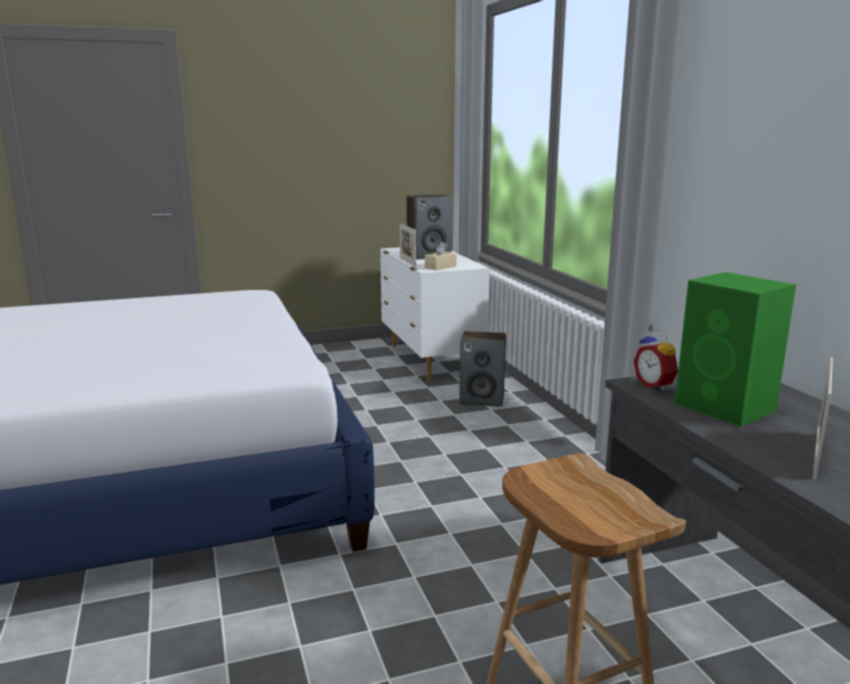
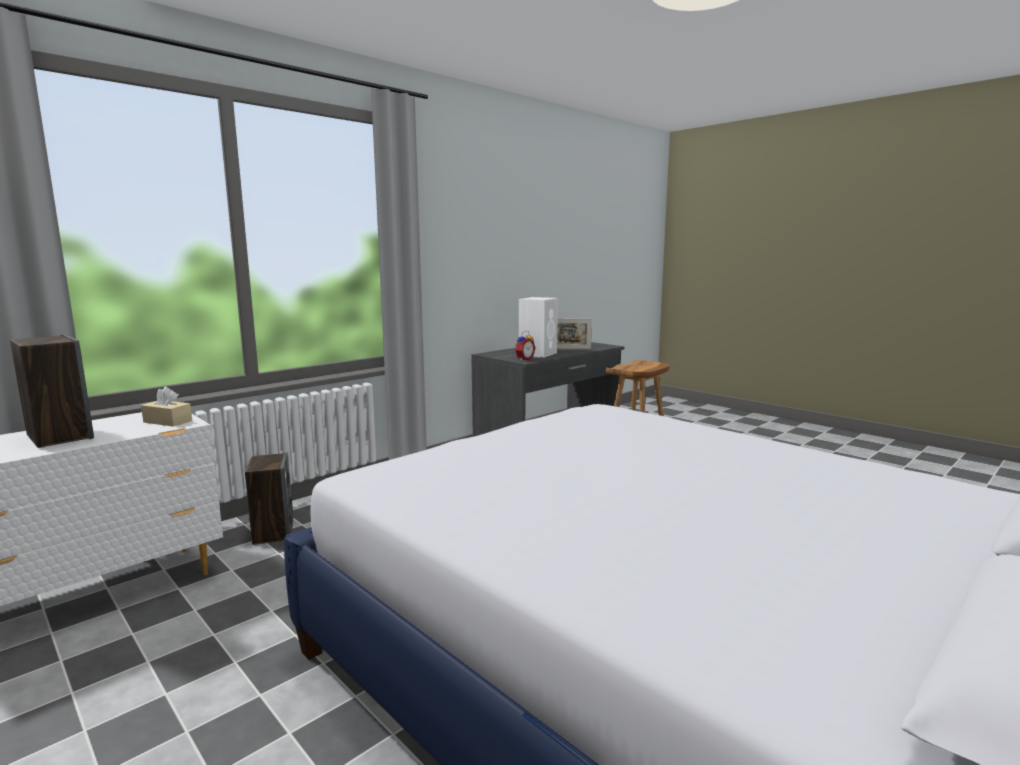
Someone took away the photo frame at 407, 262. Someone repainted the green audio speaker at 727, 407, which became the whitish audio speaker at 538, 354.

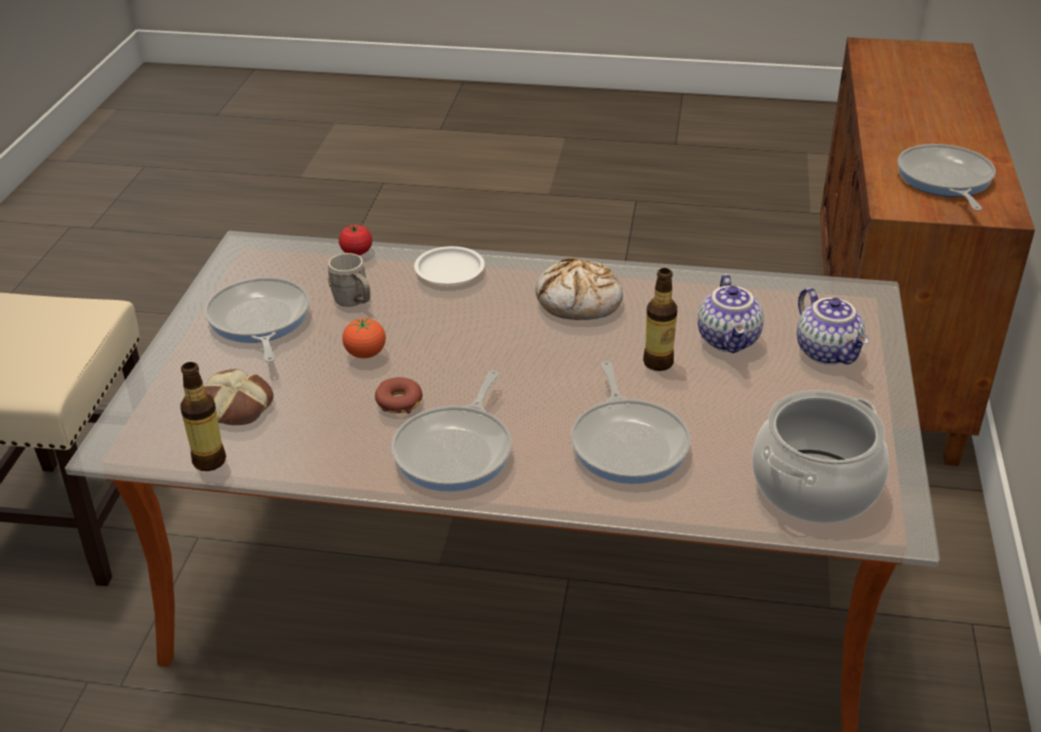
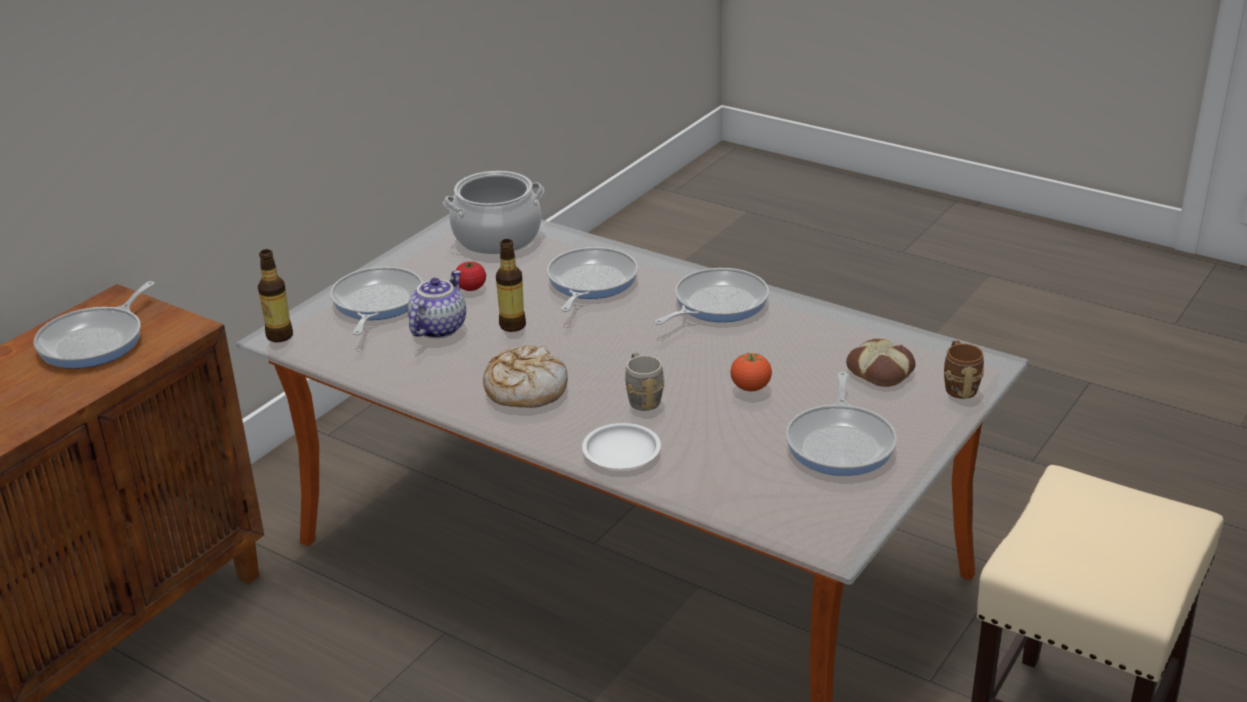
Someone carried the beverage bottle from 209, 461 to 280, 336. Someone carried the greyish coffee mug from 354, 302 to 642, 398. Someone carried the whole tomato from 356, 252 to 471, 287. Someone took away the ring doughnut at 399, 402. Someone swapped the pot for tea at 828, 352 for the skillet at 376, 303. Someone put down the brownish coffee mug at 959, 386.

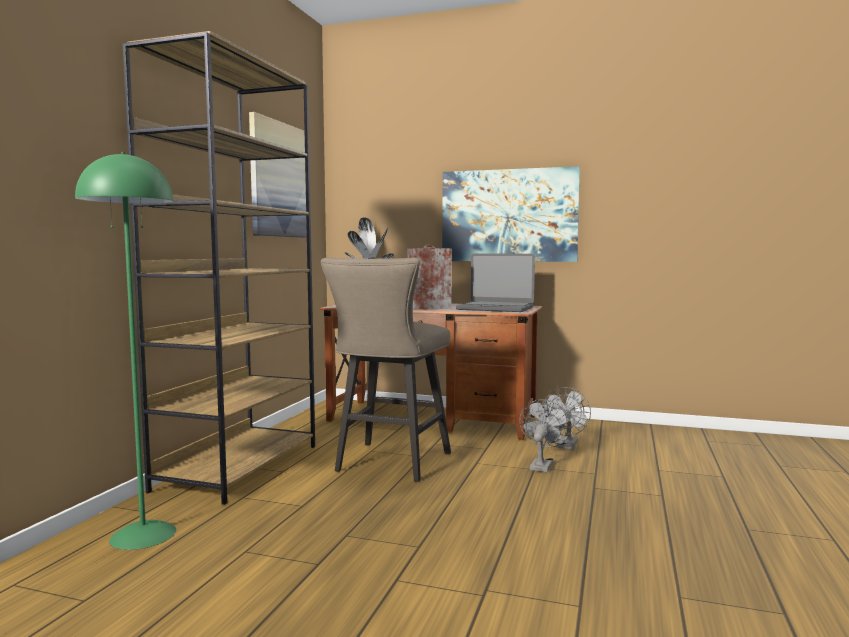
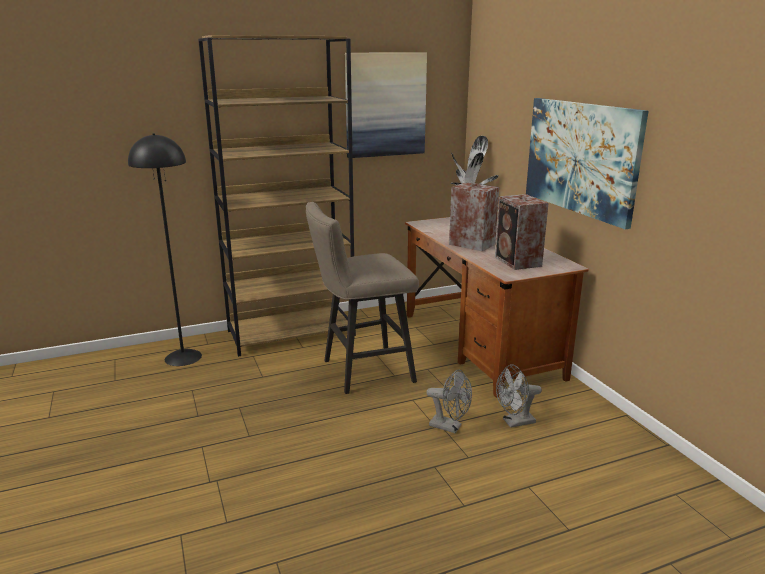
Someone repainted the green floor lamp at 143, 535, which became the blackish floor lamp at 183, 357. Someone swapped the portable computer at 495, 308 for the audio speaker at 518, 262. Someone rotated the greyish electric fan at 542, 465 by 45 degrees clockwise.

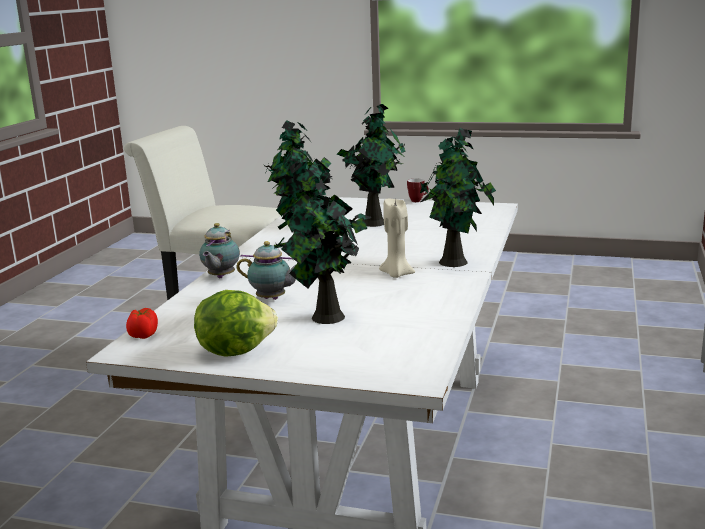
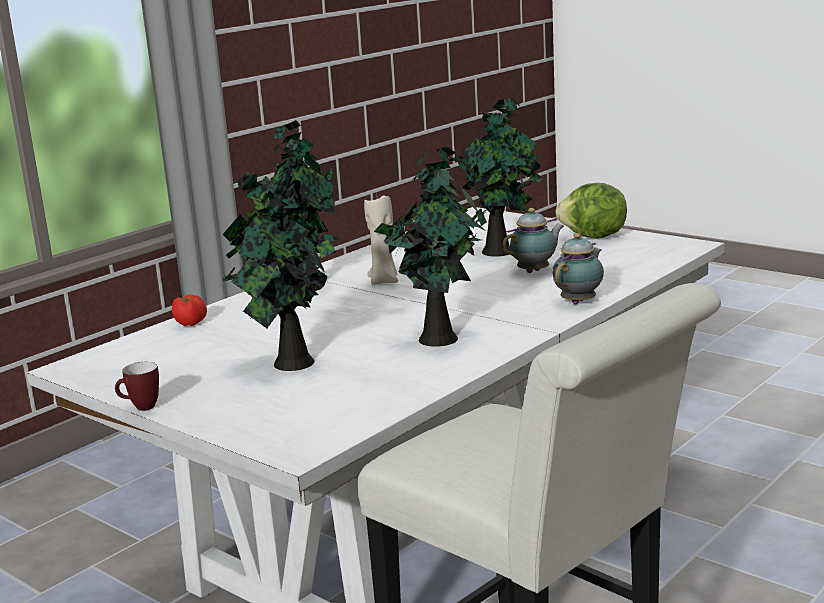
Someone carried the whole tomato from 143, 335 to 191, 323. Someone rotated the pot for tea at 273, 299 by 105 degrees clockwise.

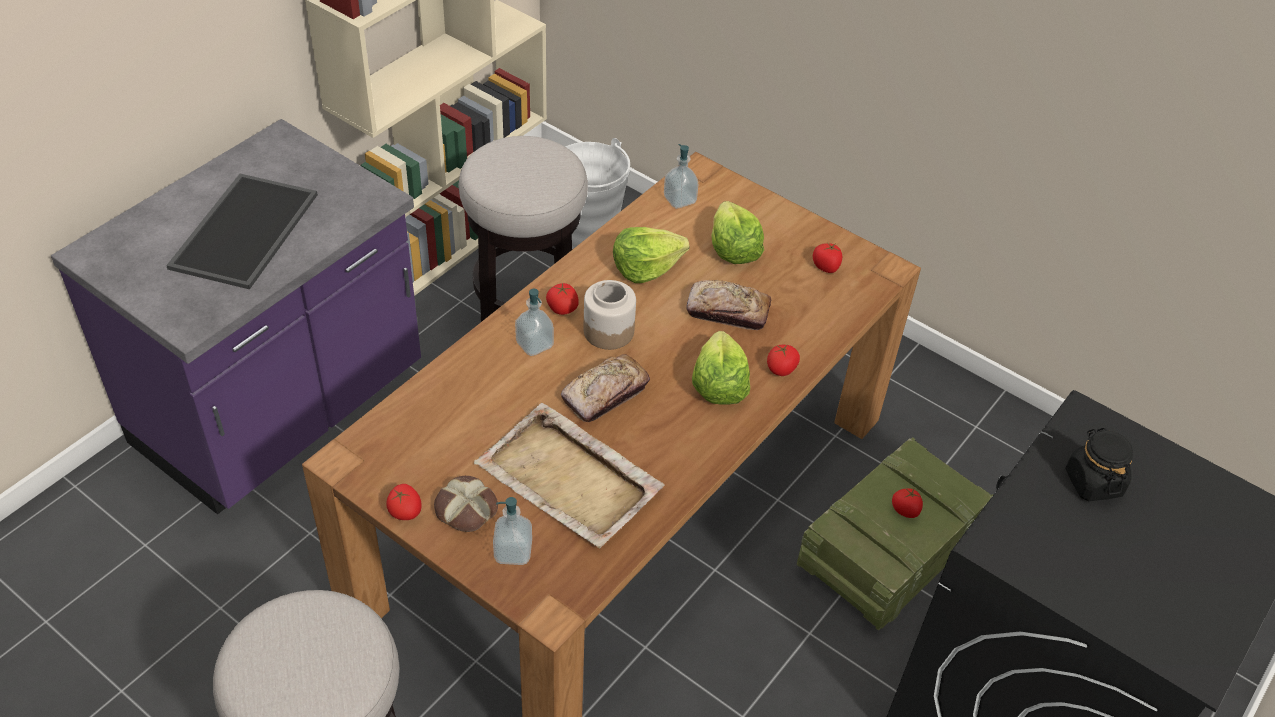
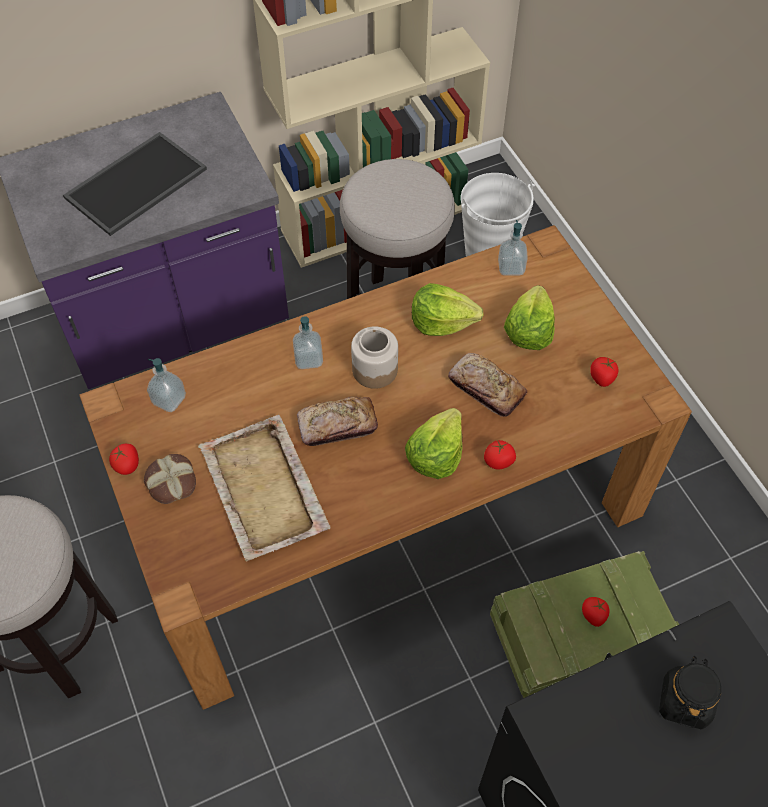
Someone carried the soap dispenser from 513, 552 to 169, 400. Someone took away the whole tomato at 562, 309.

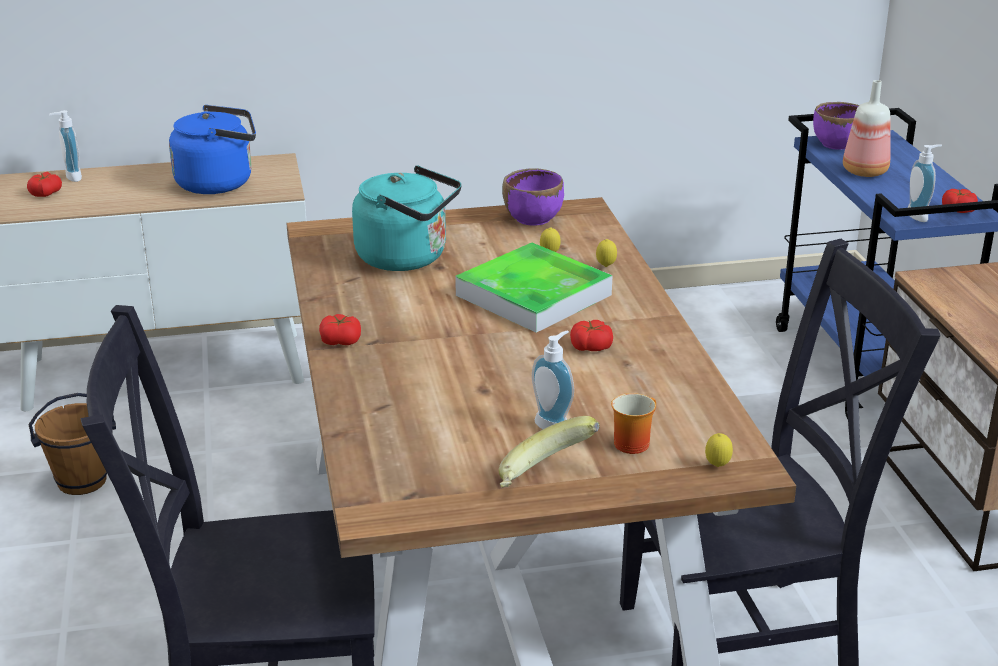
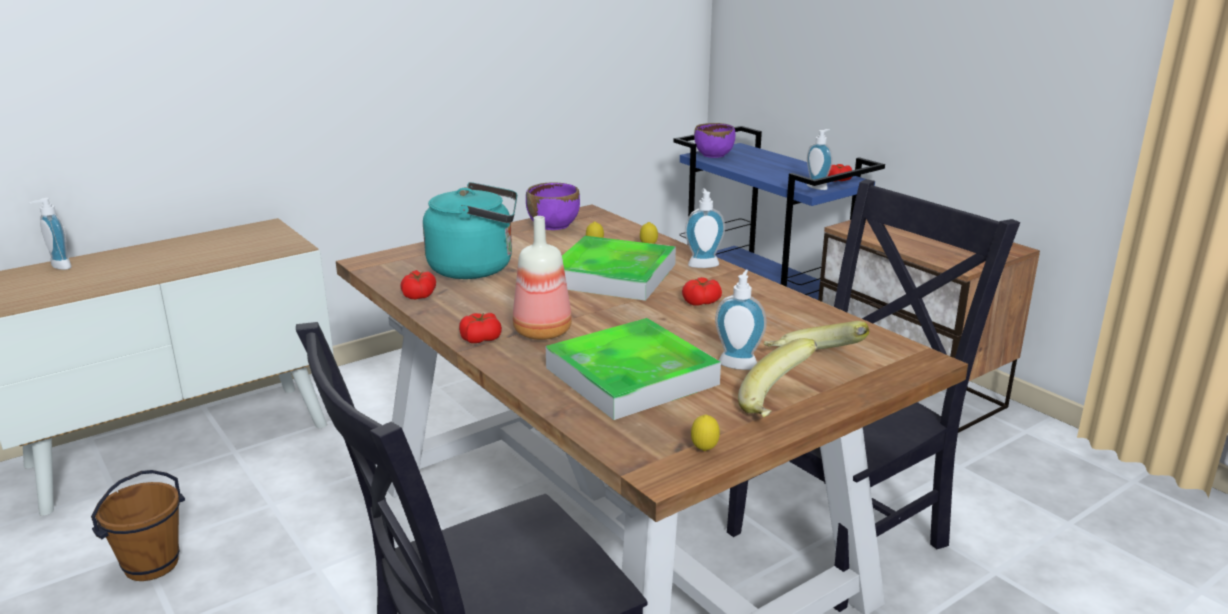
Someone carried the whole tomato from 45, 193 to 419, 295. Someone took away the blue-coloured kettle at 219, 183. Someone swapped the coffee mug at 631, 441 for the whole banana at 813, 361. Someone carried the citrus fruit from 717, 466 to 704, 450. Someone carried the beverage bottle from 865, 172 to 543, 333. Someone put down the carrying tray at 631, 376. Someone put down the soap dispenser at 702, 264.

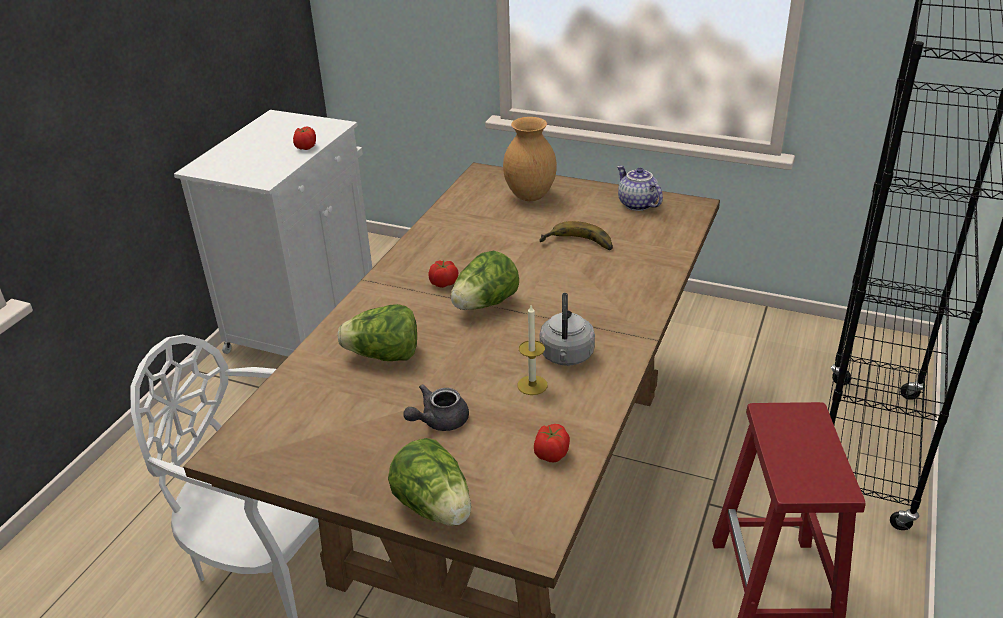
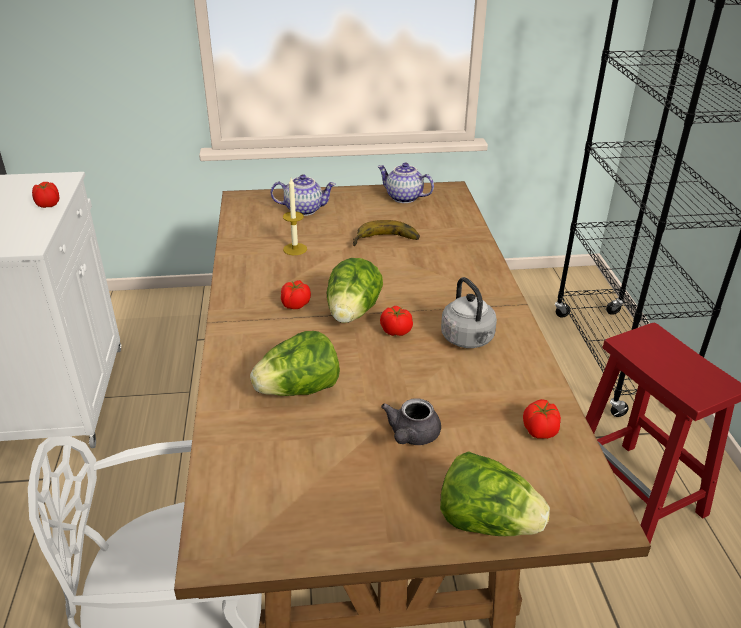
Someone swapped the brownish flower vase at 529, 196 for the pot for tea at 304, 209. Someone carried the wax candle from 532, 385 to 295, 249. Someone put down the whole tomato at 396, 331.

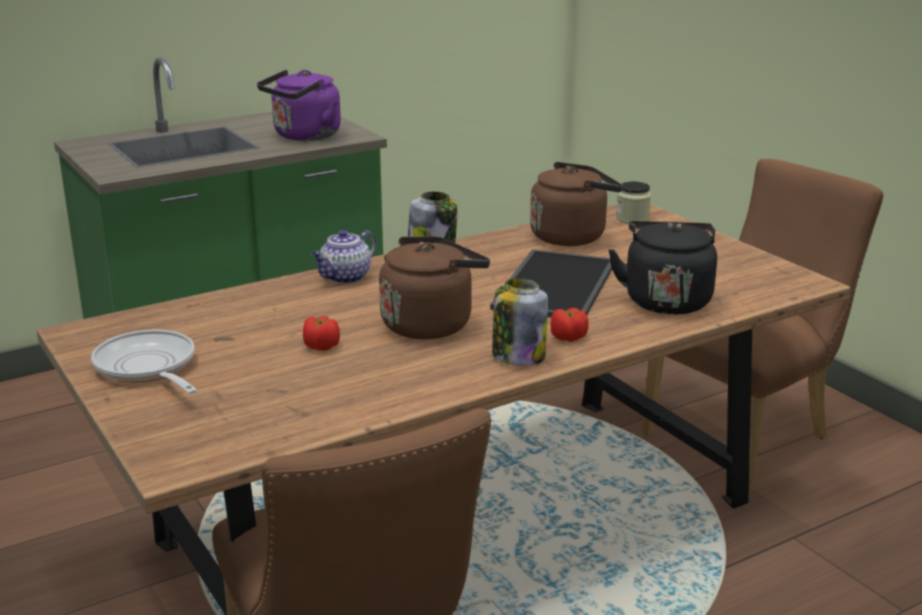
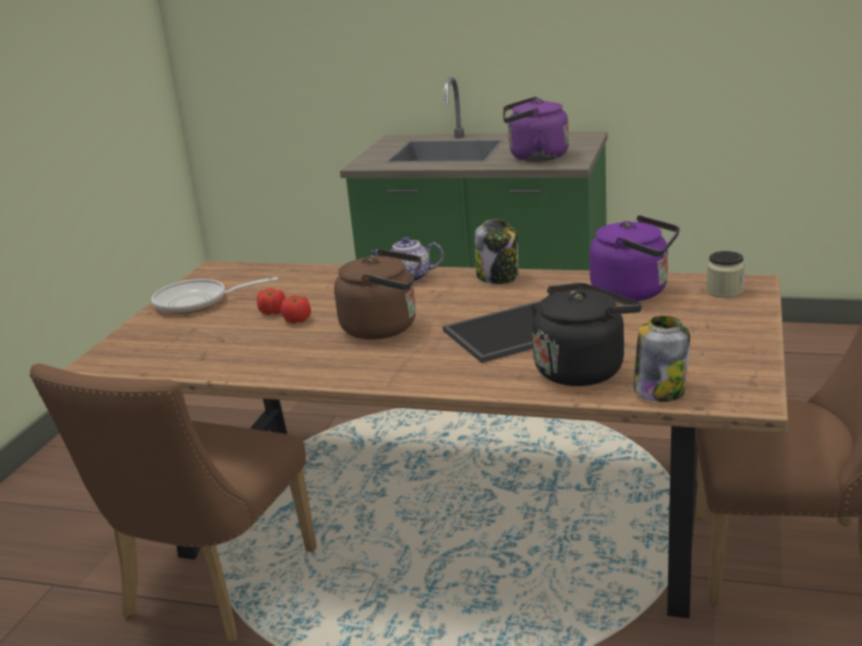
Someone rotated the skillet at 148, 368 by 105 degrees counterclockwise. Someone carried the storage jar from 517, 356 to 660, 390. Someone repainted the brownish kettle at 571, 236, which became the purple kettle at 634, 292. Someone carried the whole tomato from 568, 337 to 273, 312.

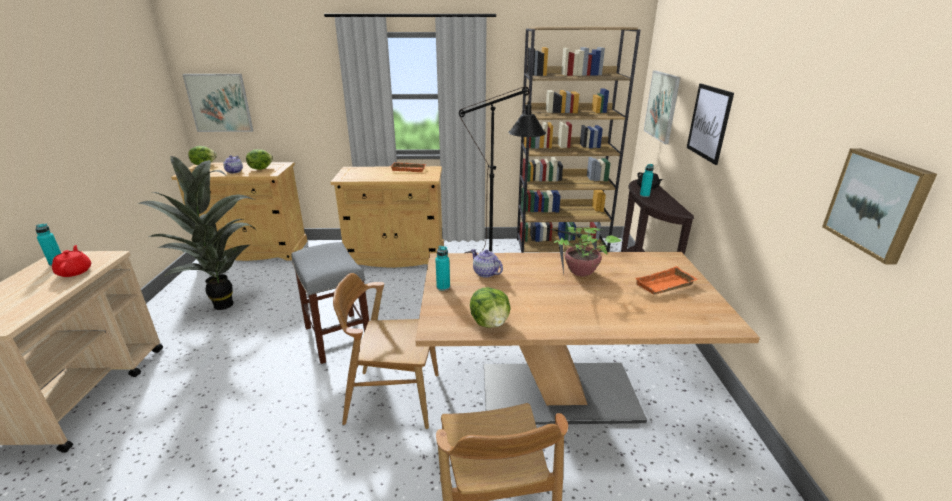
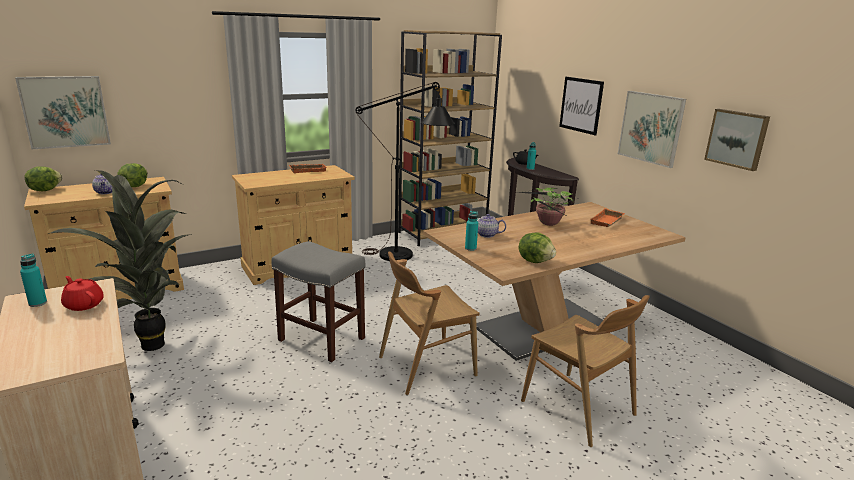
Someone carried the wall art from 662, 106 to 650, 128.

